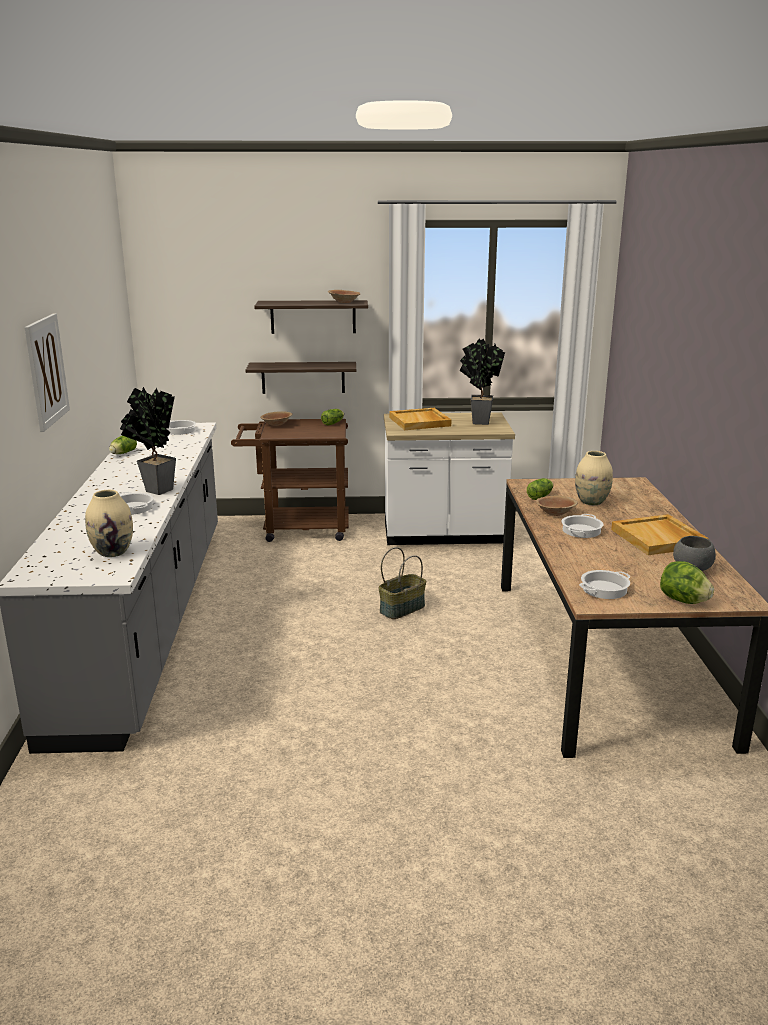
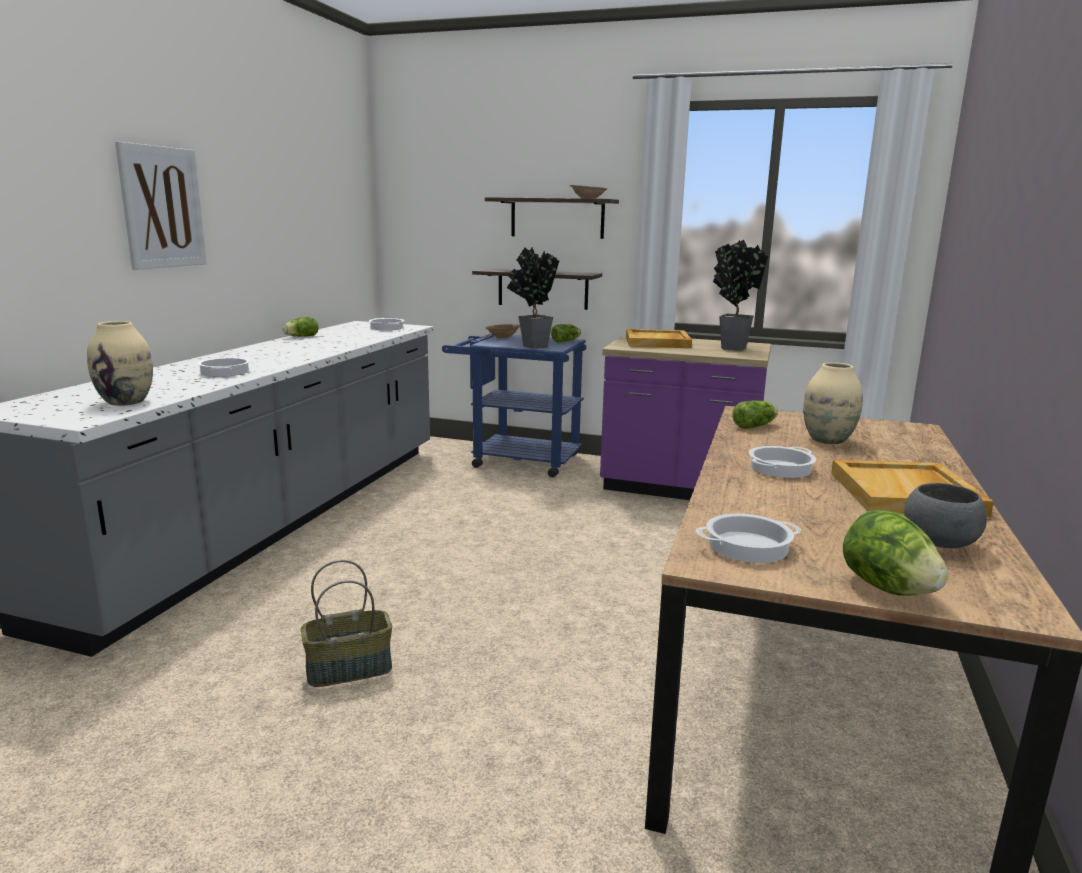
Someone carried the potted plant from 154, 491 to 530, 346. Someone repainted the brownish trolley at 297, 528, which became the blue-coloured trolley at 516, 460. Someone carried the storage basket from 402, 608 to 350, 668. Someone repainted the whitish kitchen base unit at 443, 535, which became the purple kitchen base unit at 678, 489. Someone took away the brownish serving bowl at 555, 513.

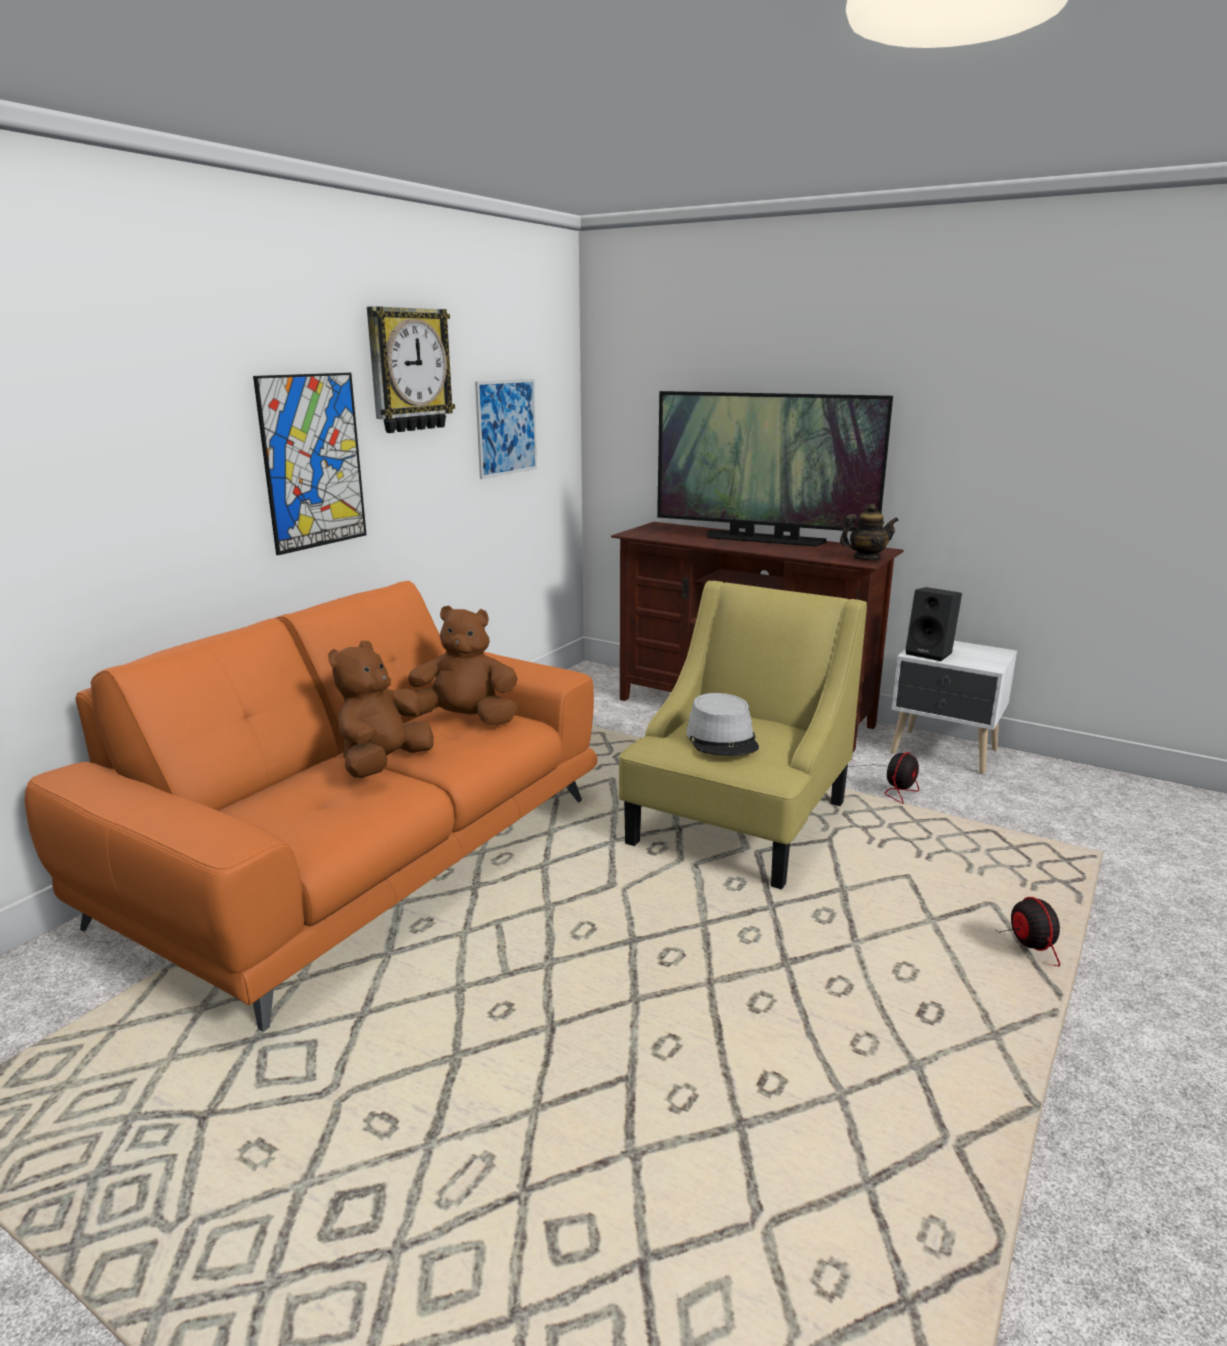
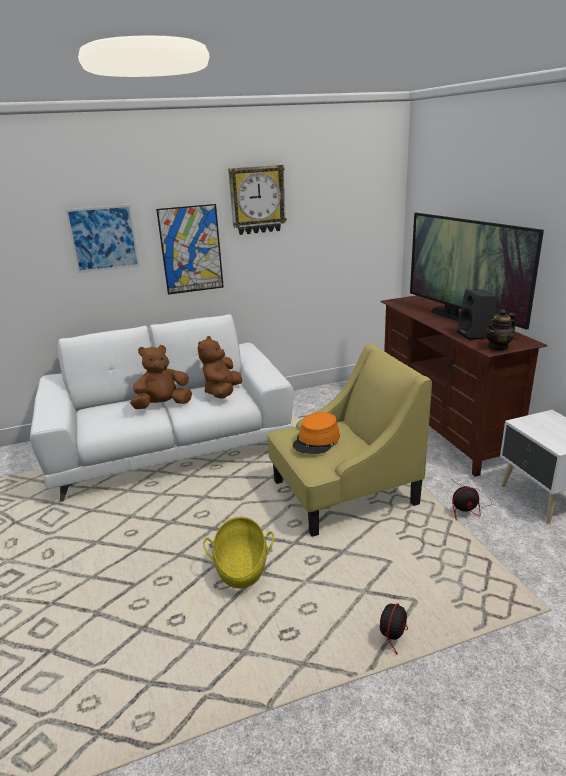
Someone repainted the orange settee at 363, 857, which became the whitish settee at 170, 445. Someone rotated the brownish plush toy at 464, 720 by 120 degrees counterclockwise. Someone carried the wall art from 506, 427 to 103, 238. Someone repainted the greyish clothing hat at 722, 739, which became the orange clothing hat at 317, 441. Someone rotated the pot for tea at 866, 558 by 120 degrees clockwise. Someone carried the blackish audio speaker from 931, 653 to 475, 335. Someone put down the storage basket at 241, 567.

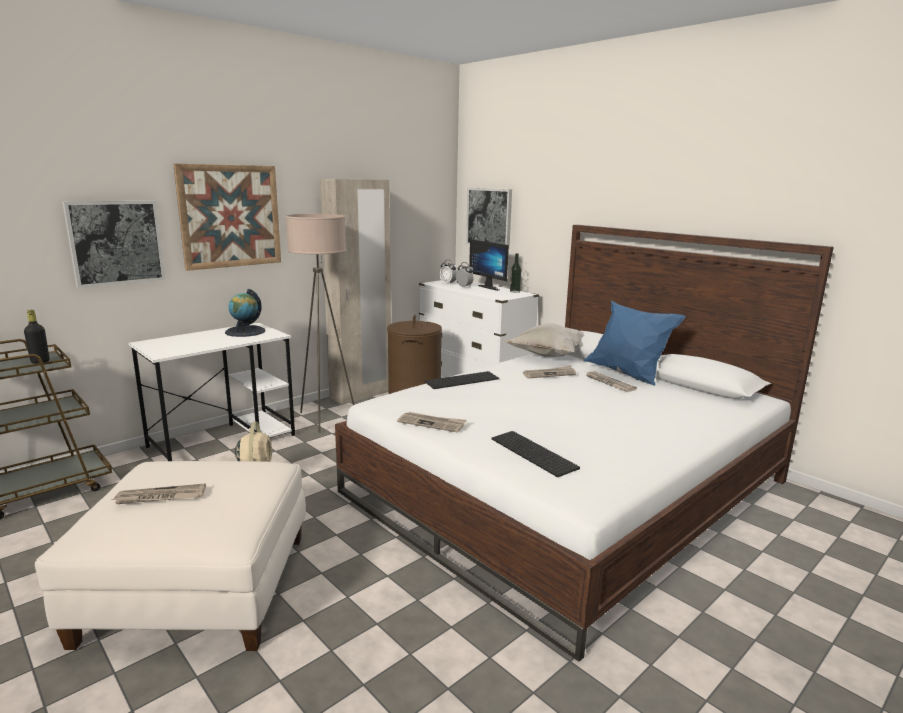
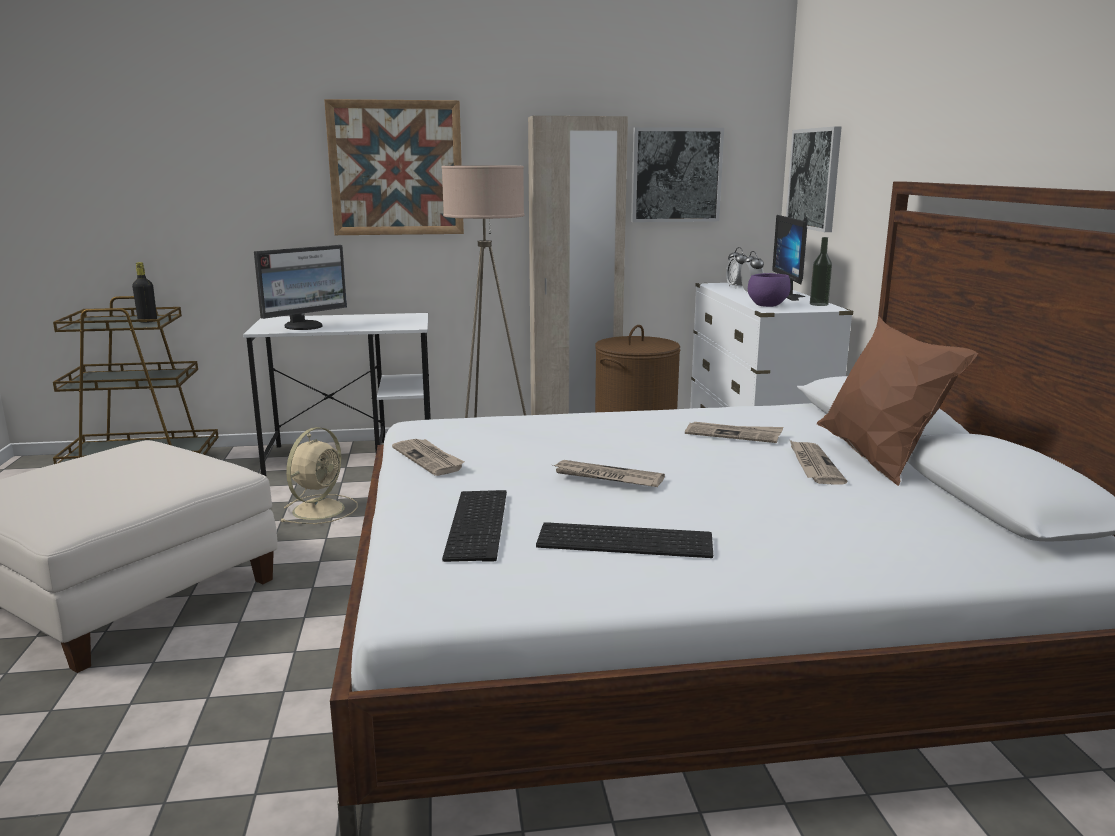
Someone carried the wall art from 116, 242 to 676, 175. Someone carried the daily paper from 160, 497 to 607, 477. Someone took away the desk globe at 245, 331. Someone carried the keyboard from 462, 380 to 626, 540. Someone took away the whitish cushion at 548, 356. Someone repainted the blue-coloured cushion at 627, 375, which became the brownish cushion at 877, 461. Someone put down the computer screen at 305, 326. Someone put down the purple serving bowl at 766, 305.

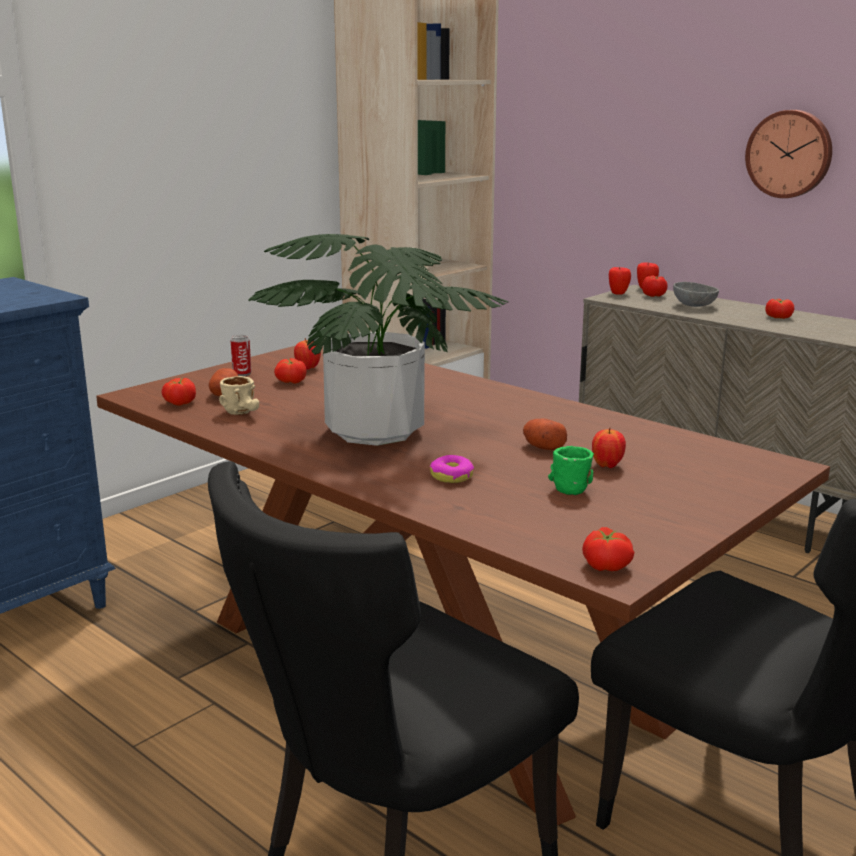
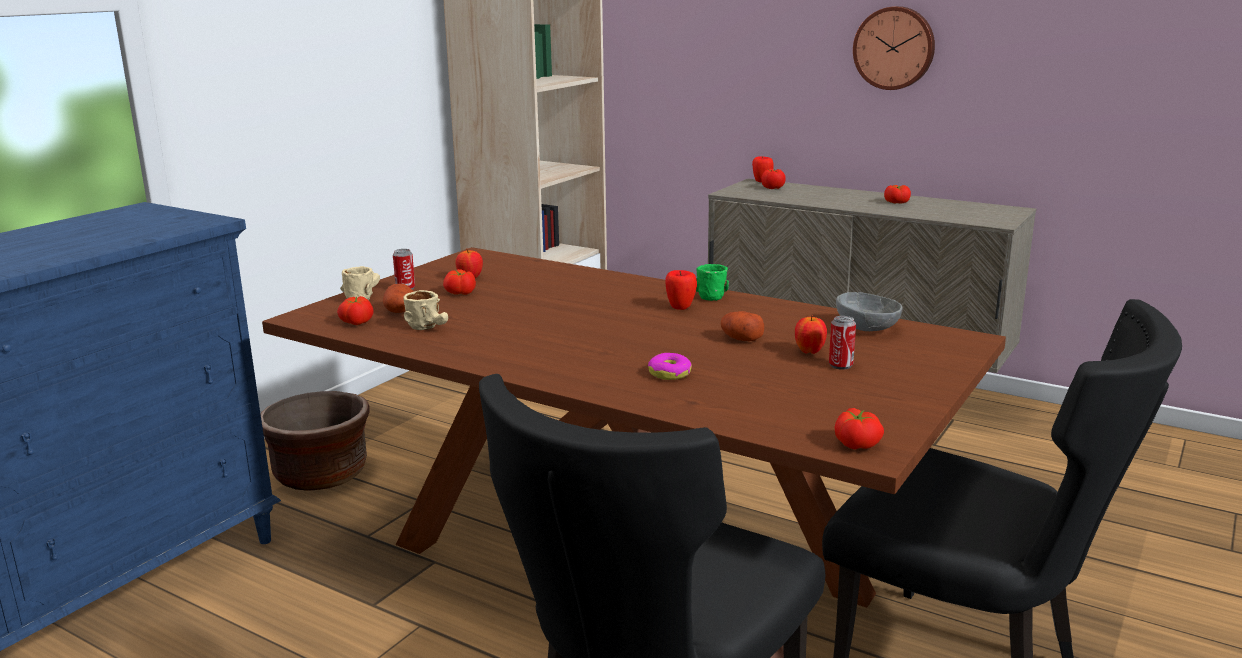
Someone took away the potted plant at 375, 432. Someone carried the green coffee mug from 569, 484 to 709, 294. Someone carried the apple from 618, 293 to 680, 307. Someone carried the greyish serving bowl from 694, 305 to 868, 328. Someone put down the brownish flower pot at 321, 475. Someone put down the sand-coloured coffee mug at 363, 296. Someone put down the can at 840, 365.

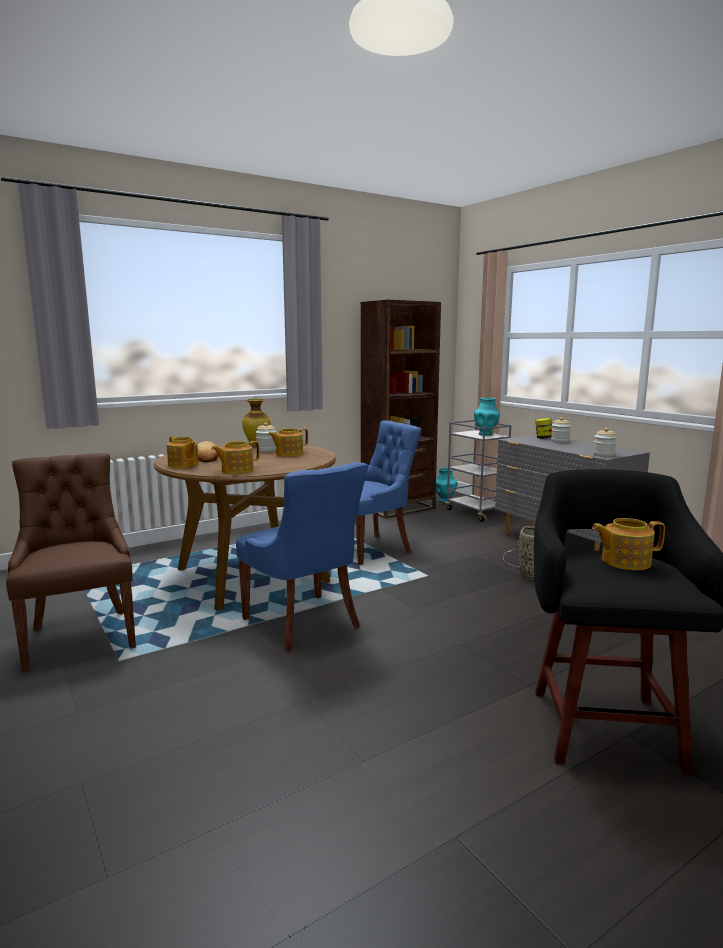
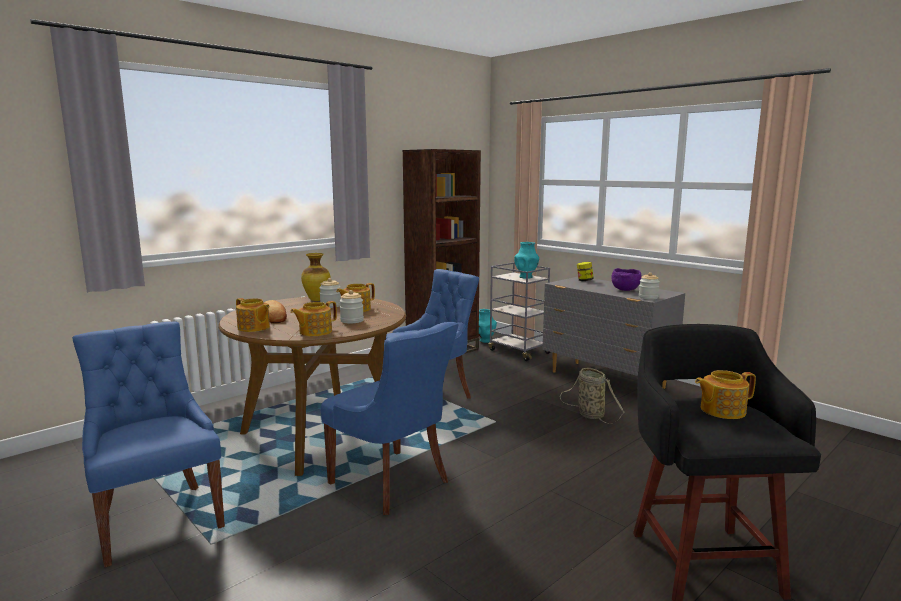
Someone repainted the brownish plain chair at 80, 637, which became the blue-coloured plain chair at 158, 520. Someone carried the storage jar from 560, 441 to 352, 320. Someone put down the purple serving bowl at 625, 290.

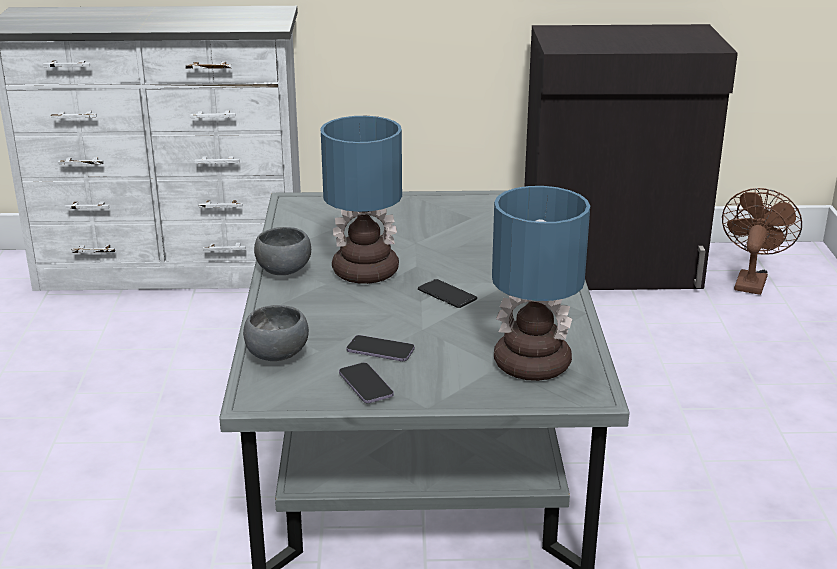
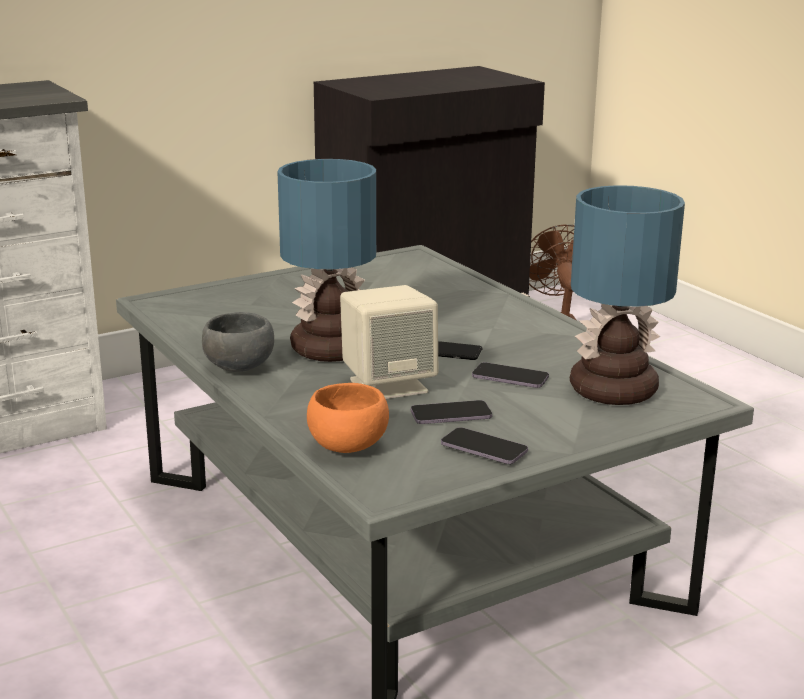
Someone repainted the greyish serving bowl at 279, 354, which became the orange serving bowl at 349, 445. Someone put down the sand-coloured audio speaker at 388, 385. Someone put down the handset at 510, 378.

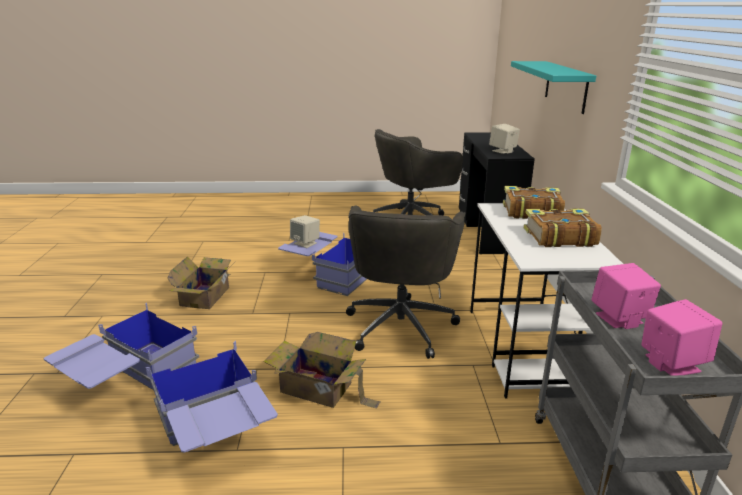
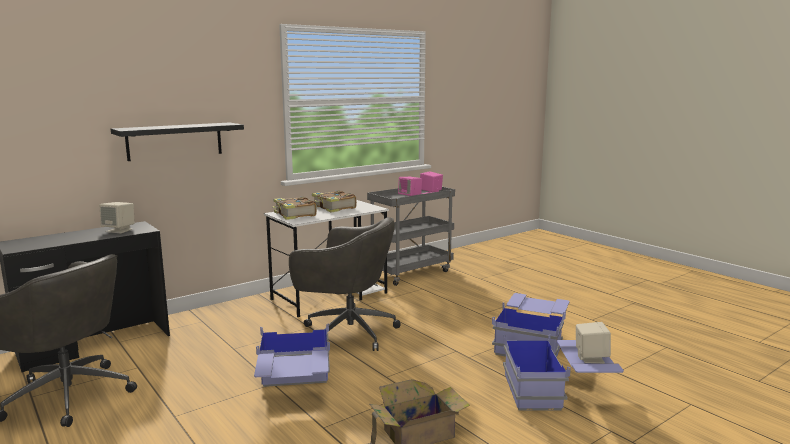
Someone took away the carton at 318, 389. Someone carried the sand-coloured audio speaker from 305, 243 to 591, 358. Someone rotated the greyish computer chair at 401, 325 by 45 degrees clockwise. Someone repainted the turquoise wall shelf at 566, 86, which became the blackish wall shelf at 175, 141.

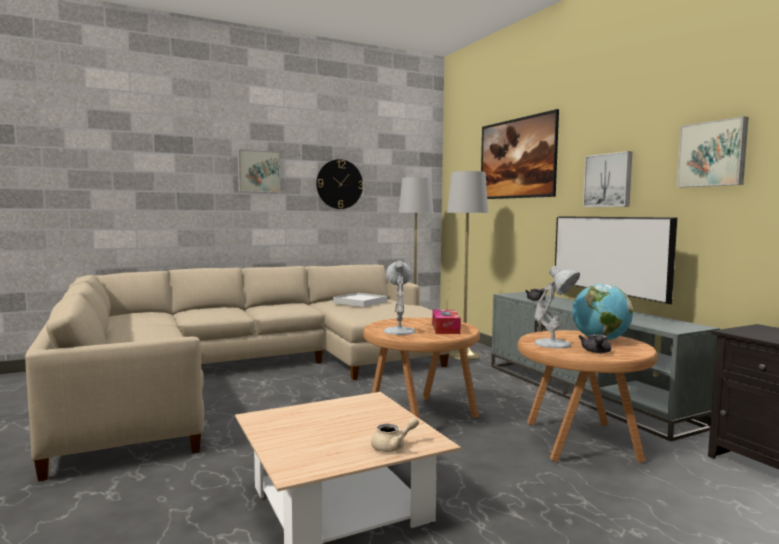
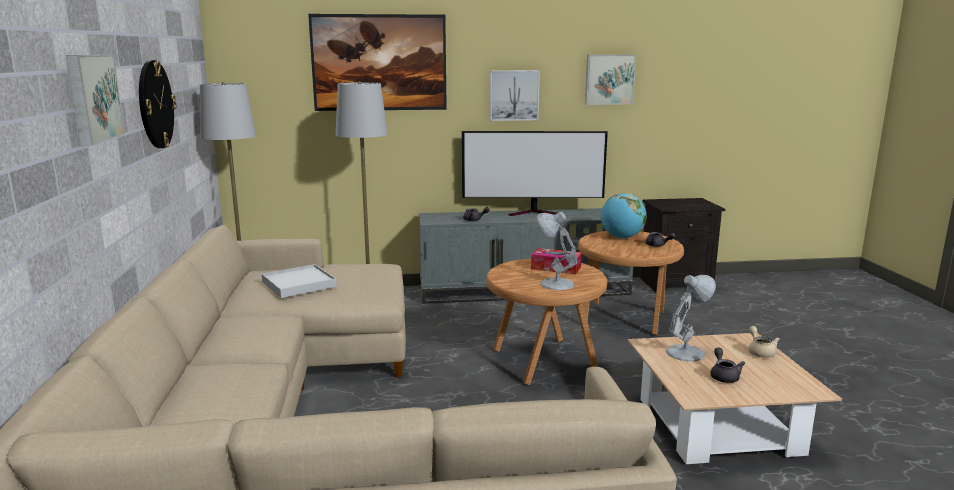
Someone carried the whitish tabletop lamp from 554, 344 to 686, 352. Someone put down the greyish pot for tea at 723, 376.

